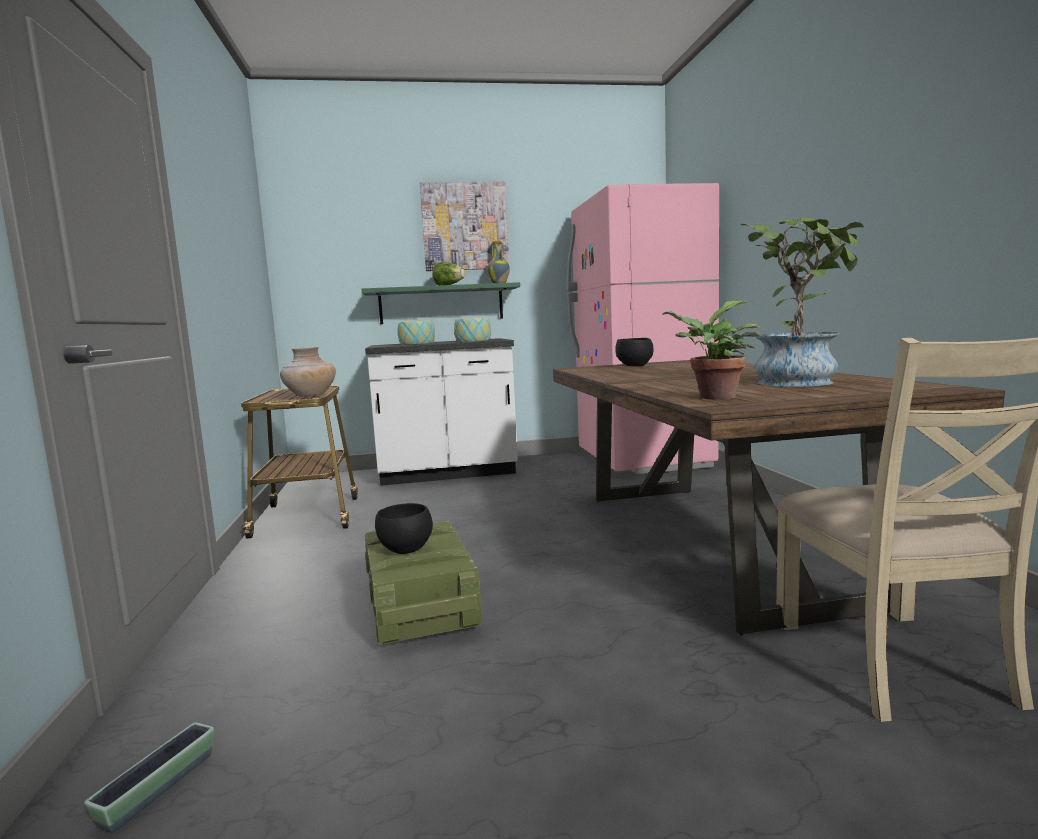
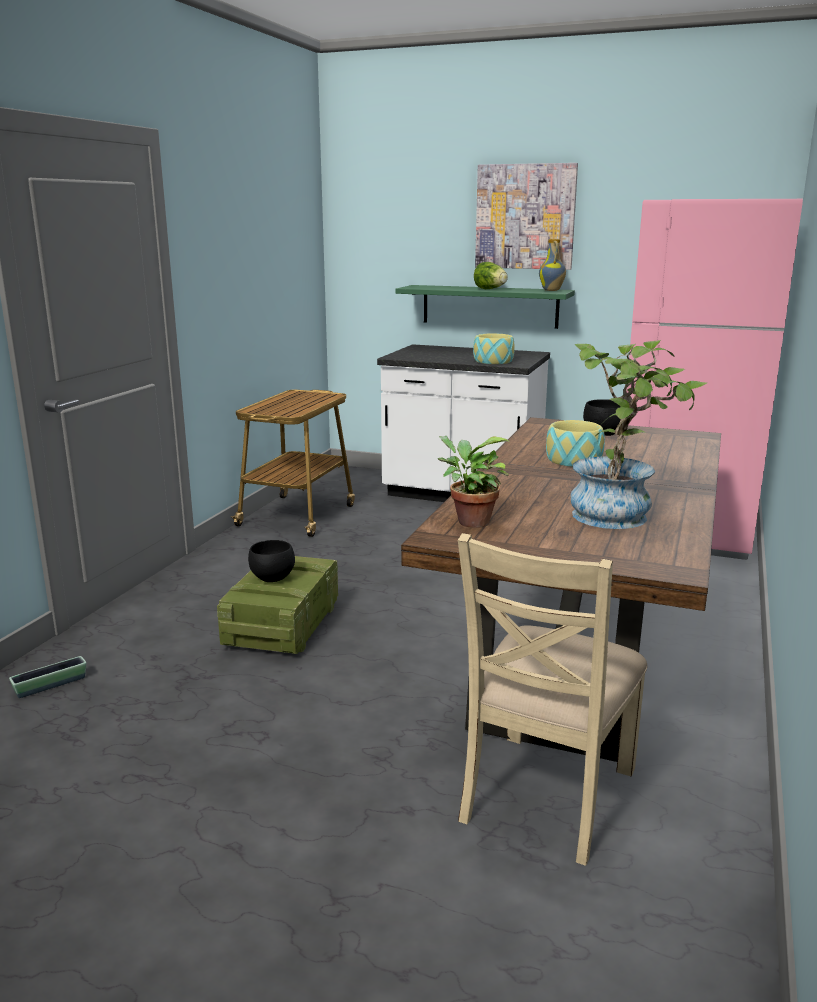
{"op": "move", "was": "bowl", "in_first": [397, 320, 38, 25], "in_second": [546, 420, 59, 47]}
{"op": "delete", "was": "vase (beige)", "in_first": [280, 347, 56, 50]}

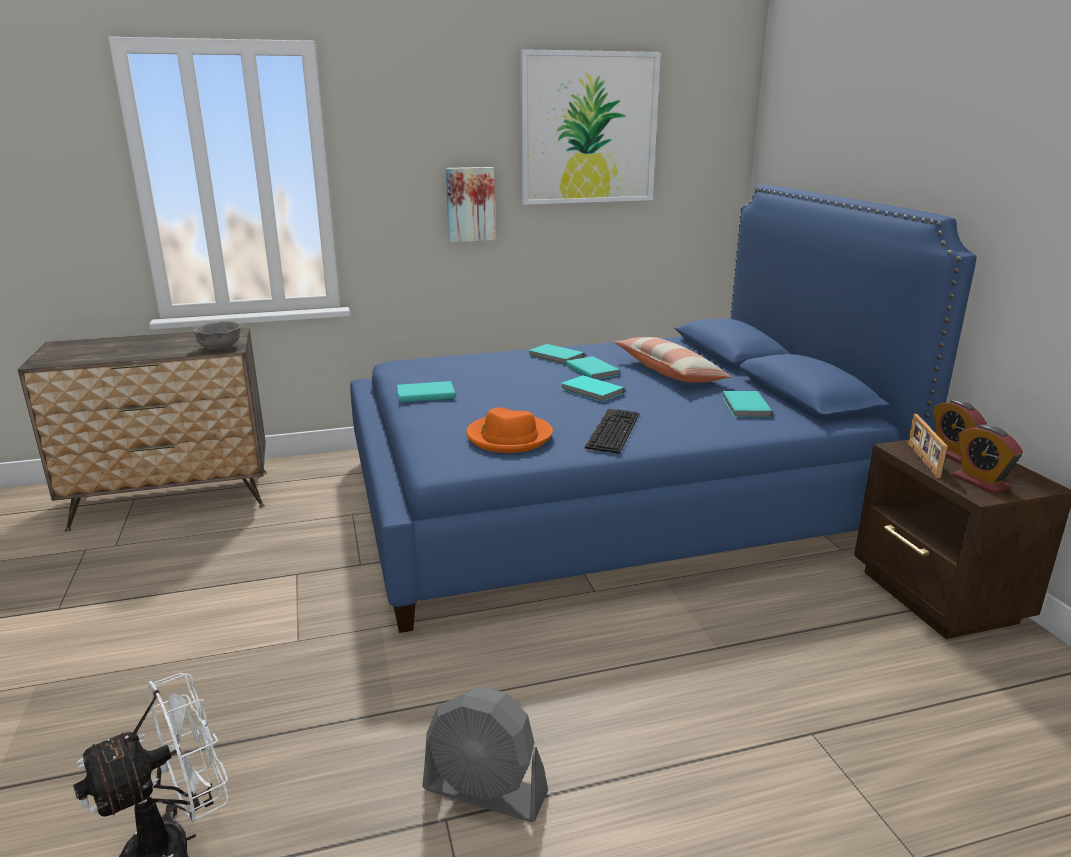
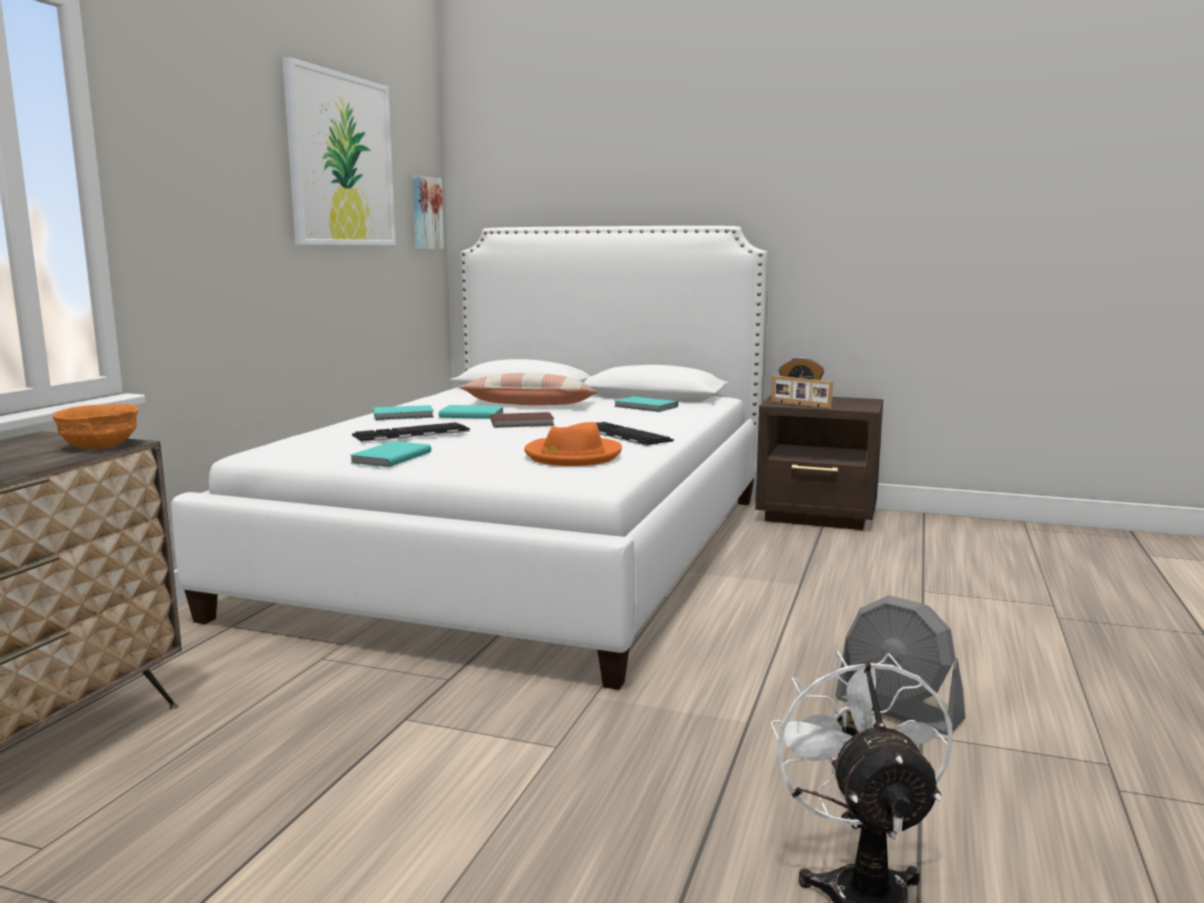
{"op": "recolor", "was": "bowl (grey)", "now": "bowl (orange)", "in_first": [193, 322, 48, 29], "in_second": [52, 404, 86, 45]}
{"op": "recolor", "was": "bed (blue)", "now": "bed (white)", "in_first": [350, 185, 627, 448], "in_second": [171, 226, 597, 464]}
{"op": "insert", "now": "keyboard", "in_second": [352, 422, 118, 20]}
{"op": "move", "was": "picture", "in_first": [446, 167, 49, 75], "in_second": [413, 176, 31, 73]}
{"op": "recolor", "was": "book (turquoise)", "now": "book (brown)", "in_first": [561, 375, 64, 27], "in_second": [491, 412, 64, 16]}
{"op": "rotate", "was": "fan (grey)", "in_first": [422, 686, 126, 136], "in_second": [835, 595, 130, 140], "clockwise": 75}
{"op": "delete", "was": "alarm clock", "in_first": [952, 424, 71, 69]}

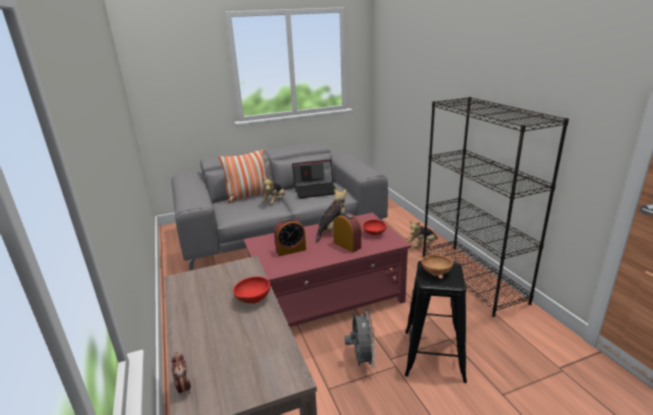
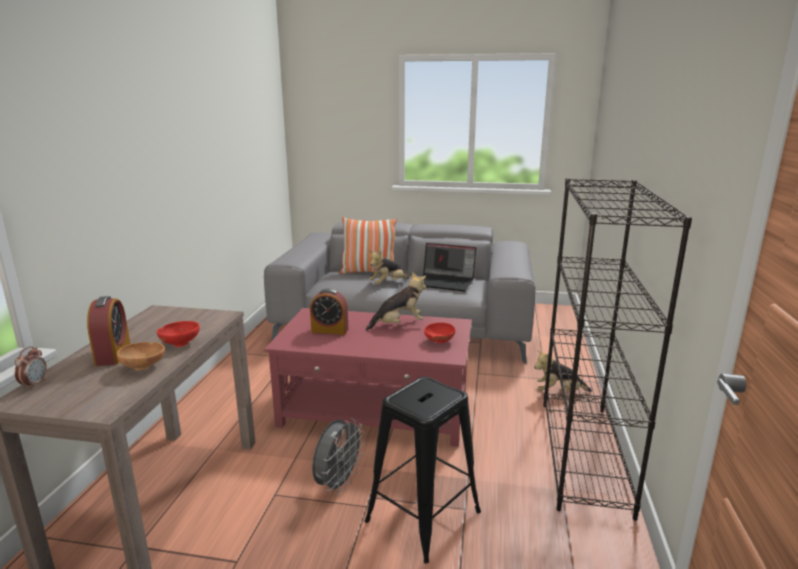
{"op": "move", "was": "alarm clock", "in_first": [333, 212, 28, 40], "in_second": [87, 296, 43, 70]}
{"op": "move", "was": "bowl (brown)", "in_first": [421, 255, 32, 21], "in_second": [117, 342, 48, 28]}

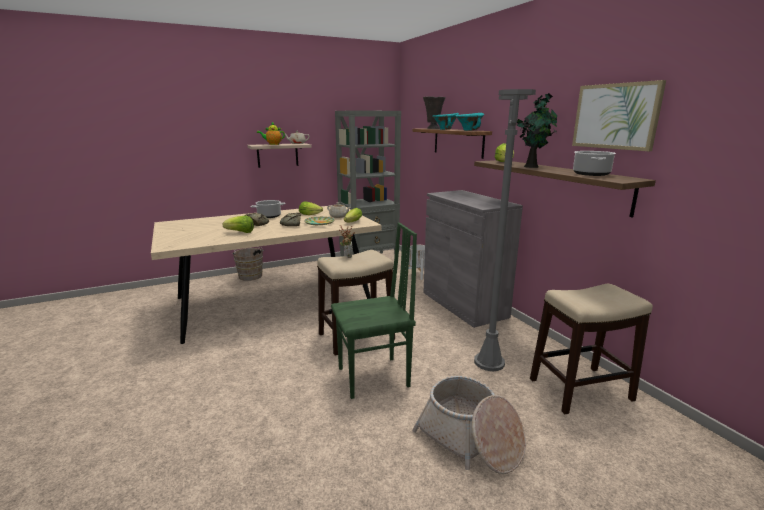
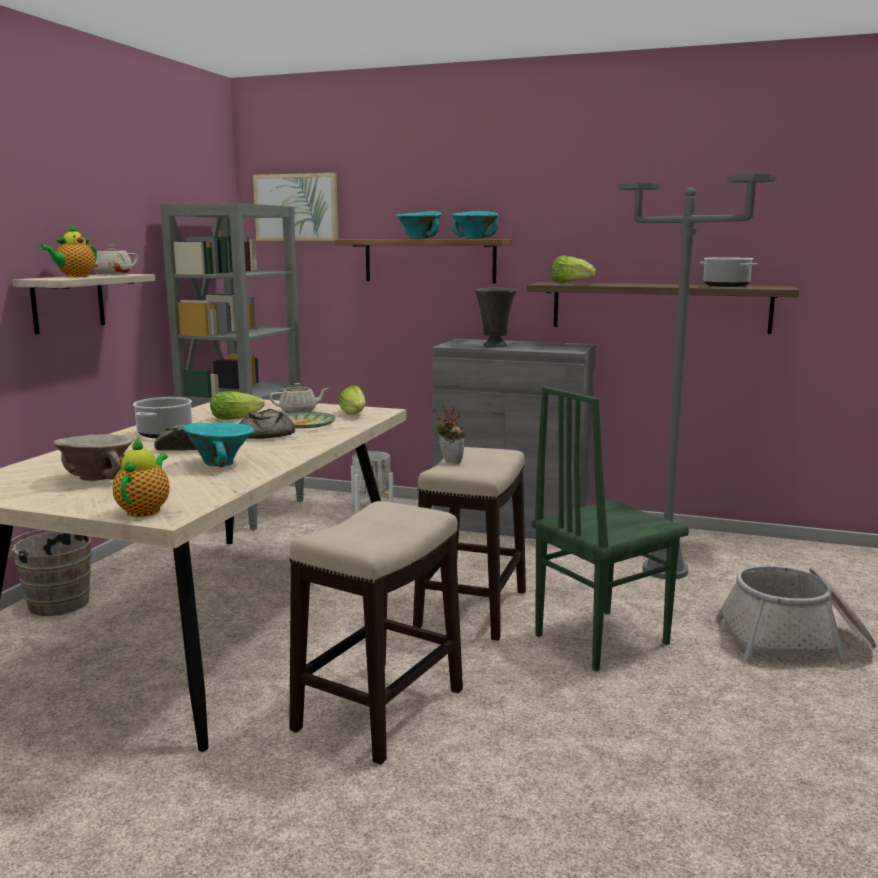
{"op": "insert", "now": "bowl (beige)", "in_second": [53, 434, 80, 47]}
{"op": "insert", "now": "teapot", "in_second": [113, 437, 57, 80]}
{"op": "replace", "was": "lettuce", "now": "bowl (turquoise)", "in_first": [222, 216, 32, 17], "in_second": [182, 422, 72, 45]}
{"op": "move", "was": "picture", "in_first": [572, 80, 94, 71], "in_second": [253, 173, 85, 68]}
{"op": "move", "was": "stool", "in_first": [530, 284, 123, 130], "in_second": [289, 501, 174, 264]}
{"op": "move", "was": "vase (grey)", "in_first": [423, 96, 22, 33], "in_second": [475, 288, 42, 60]}
{"op": "rotate", "was": "chair (green)", "in_first": [331, 223, 86, 176], "in_second": [532, 386, 157, 286], "clockwise": -150}
{"op": "delete", "was": "potted plant", "in_first": [517, 93, 40, 75]}

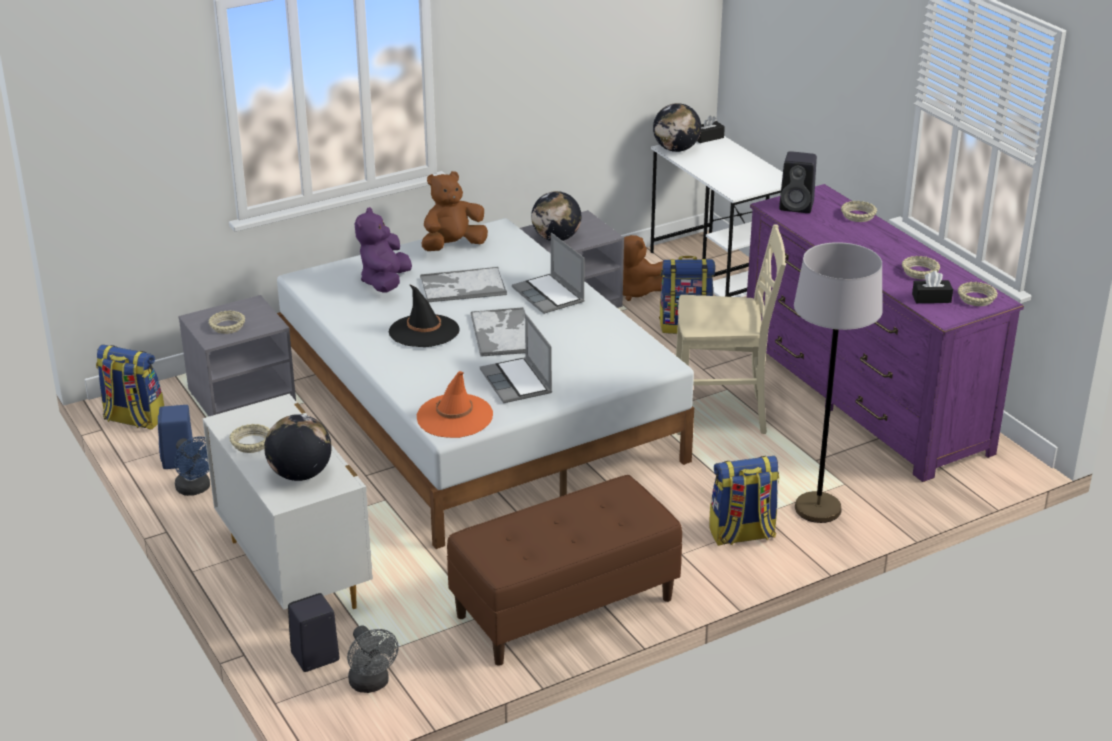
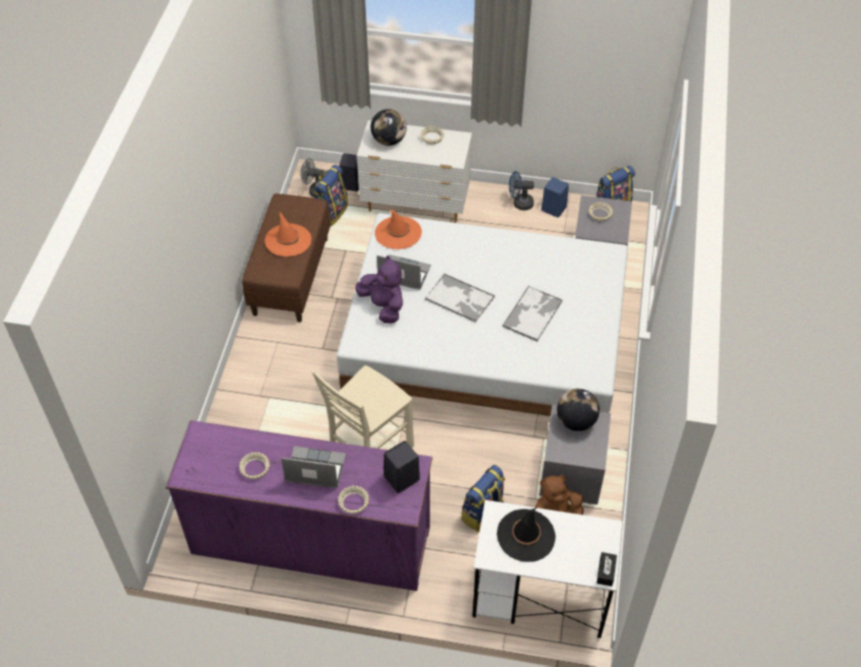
{"op": "insert", "now": "hat (orange)", "in_second": [265, 213, 46, 44]}
{"op": "move", "was": "laptop", "in_first": [512, 233, 73, 81], "in_second": [281, 446, 65, 43]}
{"op": "move", "was": "backpack", "in_first": [709, 456, 71, 90], "in_second": [314, 165, 34, 61]}
{"op": "move", "was": "plush toy (purple)", "in_first": [354, 207, 58, 86], "in_second": [355, 256, 48, 68]}
{"op": "move", "was": "hat (black)", "in_first": [389, 284, 71, 63], "in_second": [497, 507, 59, 55]}
{"op": "delete", "was": "plush toy (brown)", "in_first": [421, 171, 67, 80]}
{"op": "delete", "was": "globe", "in_first": [653, 103, 48, 49]}
{"op": "delete", "was": "floor lamp (grey)", "in_first": [794, 242, 89, 281]}
{"op": "delete", "was": "tissue box (black)", "in_first": [912, 271, 41, 32]}
{"op": "delete", "was": "bowl (beige)", "in_first": [958, 282, 40, 24]}

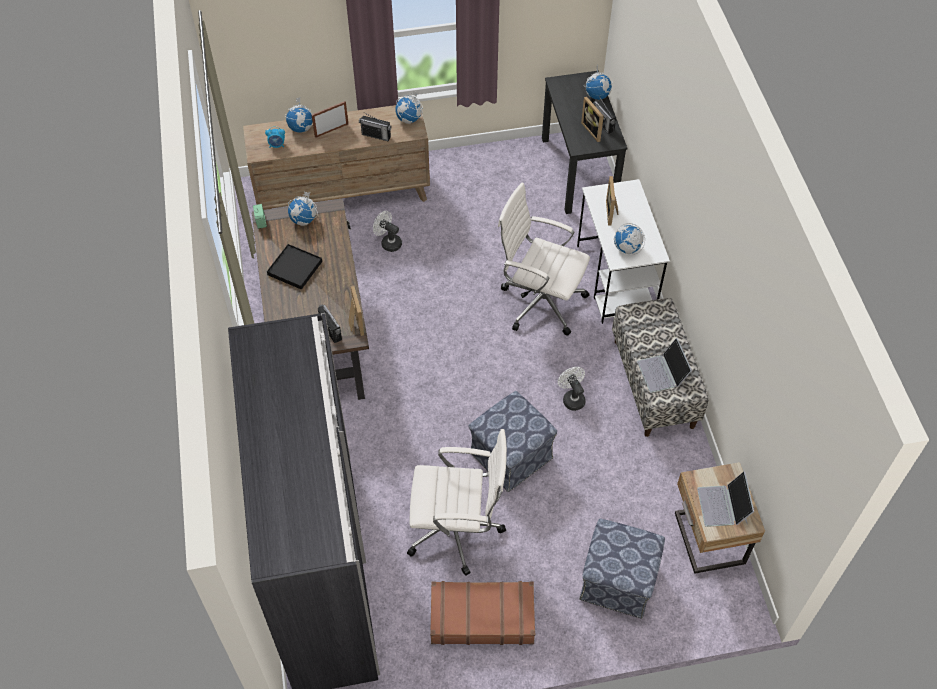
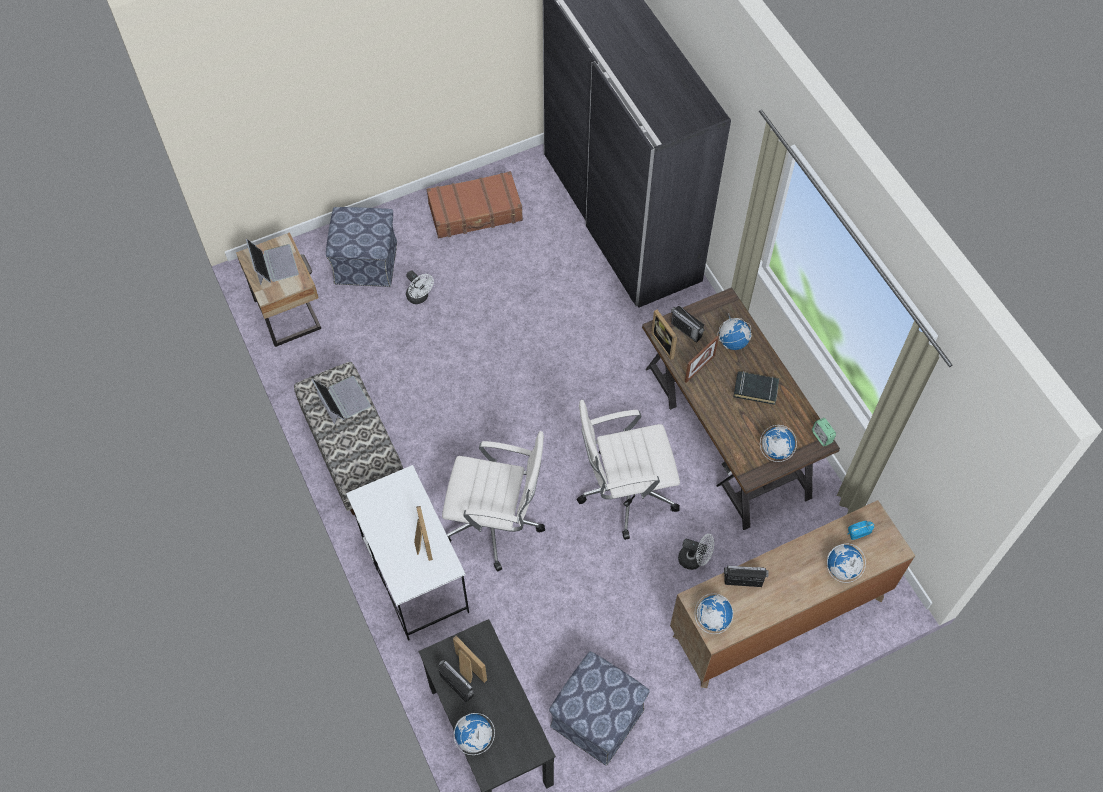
{"op": "move", "was": "fan (white)", "in_first": [558, 367, 28, 44], "in_second": [406, 271, 28, 33]}
{"op": "move", "was": "ottoman", "in_first": [468, 391, 89, 101], "in_second": [549, 651, 101, 115]}
{"op": "move", "was": "office chair (white)", "in_first": [407, 429, 100, 146], "in_second": [577, 400, 103, 140]}
{"op": "move", "was": "picture frame", "in_first": [312, 101, 36, 37], "in_second": [685, 336, 34, 47]}
{"op": "move", "was": "globe", "in_first": [614, 223, 31, 32], "in_second": [717, 313, 34, 37]}
{"op": "replace", "was": "tray (black)", "now": "book (black)", "in_first": [267, 244, 55, 46], "in_second": [733, 371, 46, 34]}

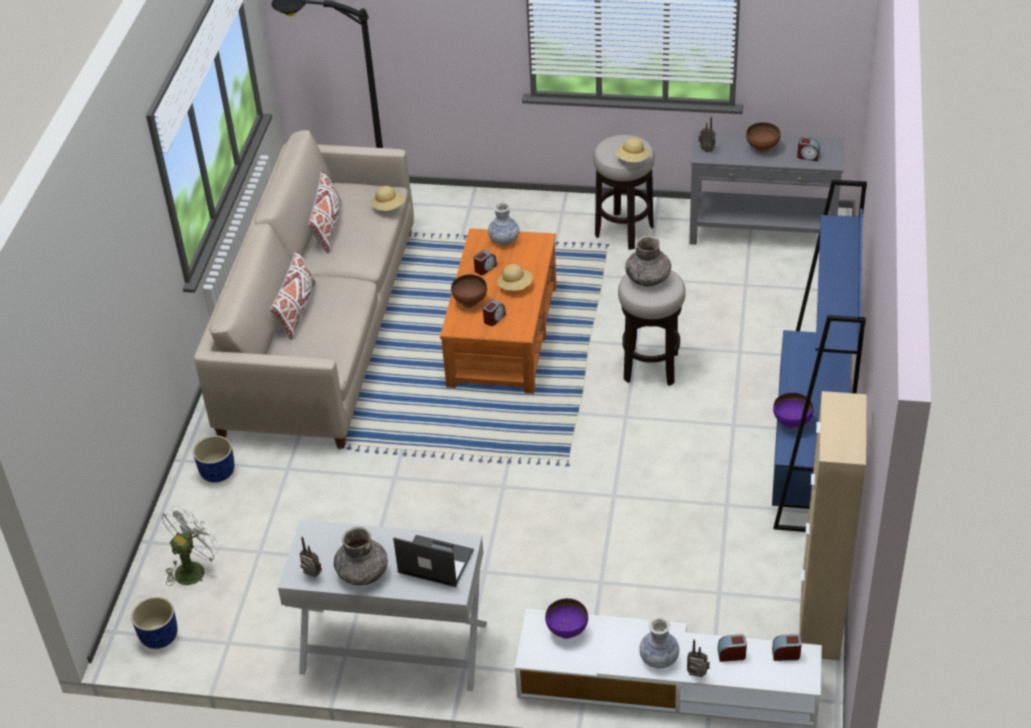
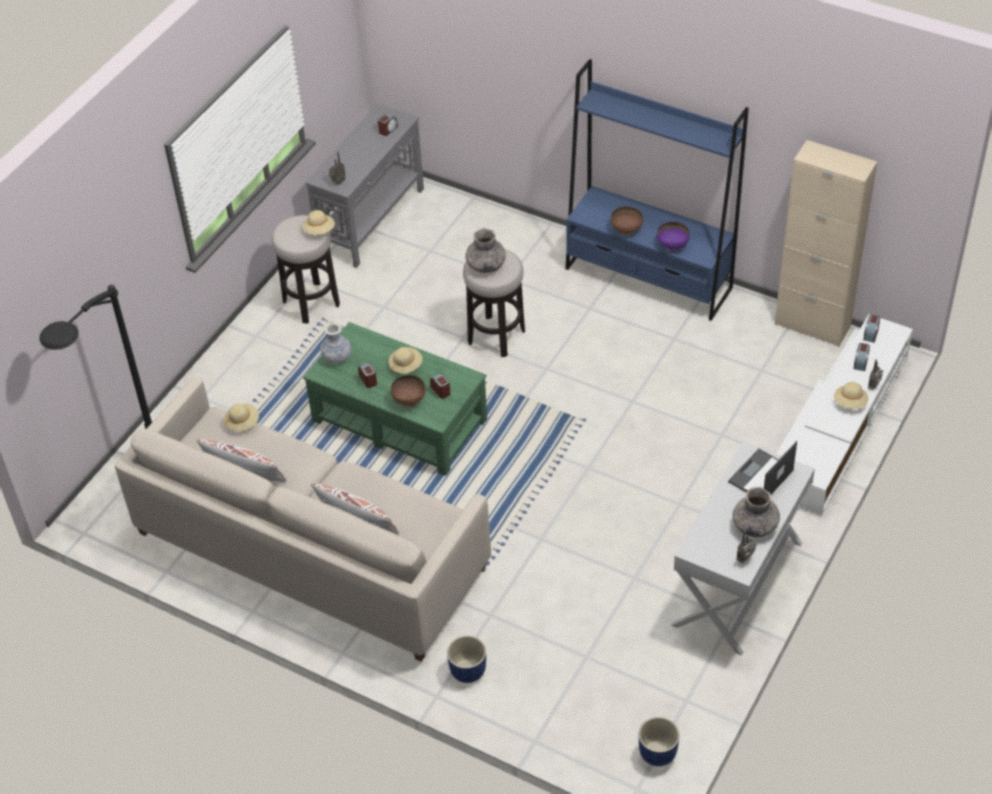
{"op": "recolor", "was": "coffee table (orange)", "now": "coffee table (green)", "in_first": [440, 228, 116, 166], "in_second": [303, 322, 184, 154]}
{"op": "move", "was": "bowl (brown)", "in_first": [746, 122, 35, 32], "in_second": [611, 206, 32, 30]}
{"op": "replace", "was": "vase", "now": "hat (beige)", "in_first": [639, 617, 40, 52], "in_second": [834, 382, 34, 27]}
{"op": "delete", "was": "fan (white)", "in_first": [162, 505, 60, 81]}
{"op": "delete", "was": "bowl (purple)", "in_first": [545, 598, 43, 41]}

